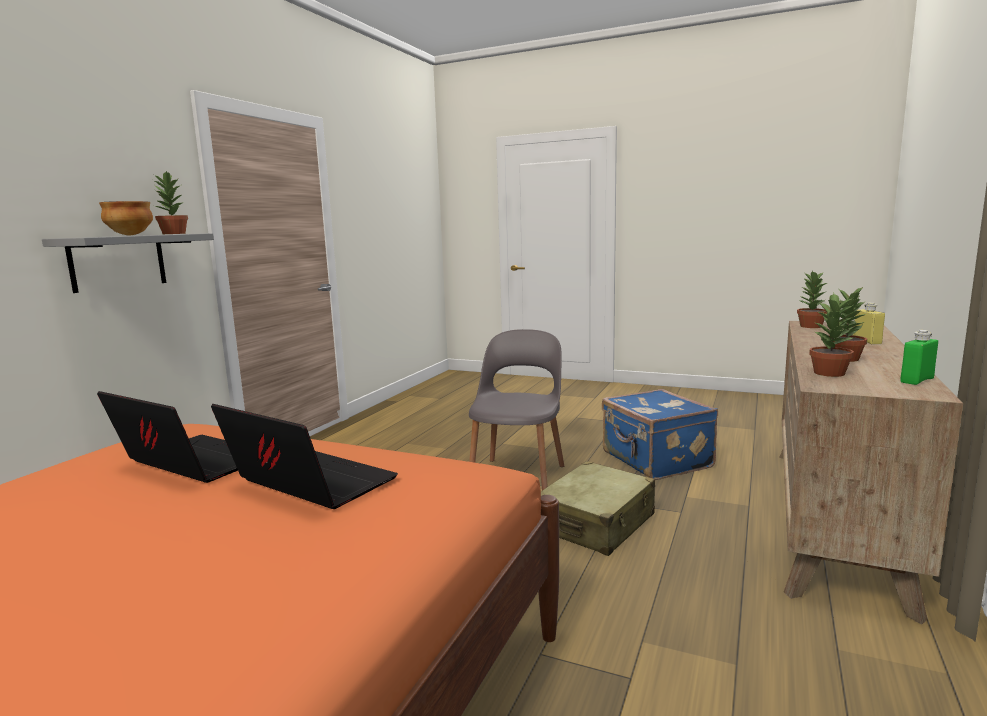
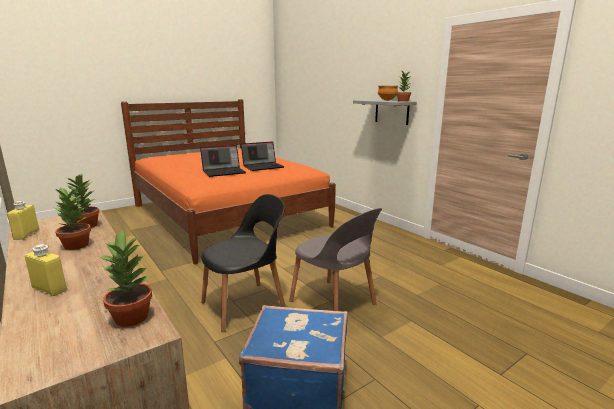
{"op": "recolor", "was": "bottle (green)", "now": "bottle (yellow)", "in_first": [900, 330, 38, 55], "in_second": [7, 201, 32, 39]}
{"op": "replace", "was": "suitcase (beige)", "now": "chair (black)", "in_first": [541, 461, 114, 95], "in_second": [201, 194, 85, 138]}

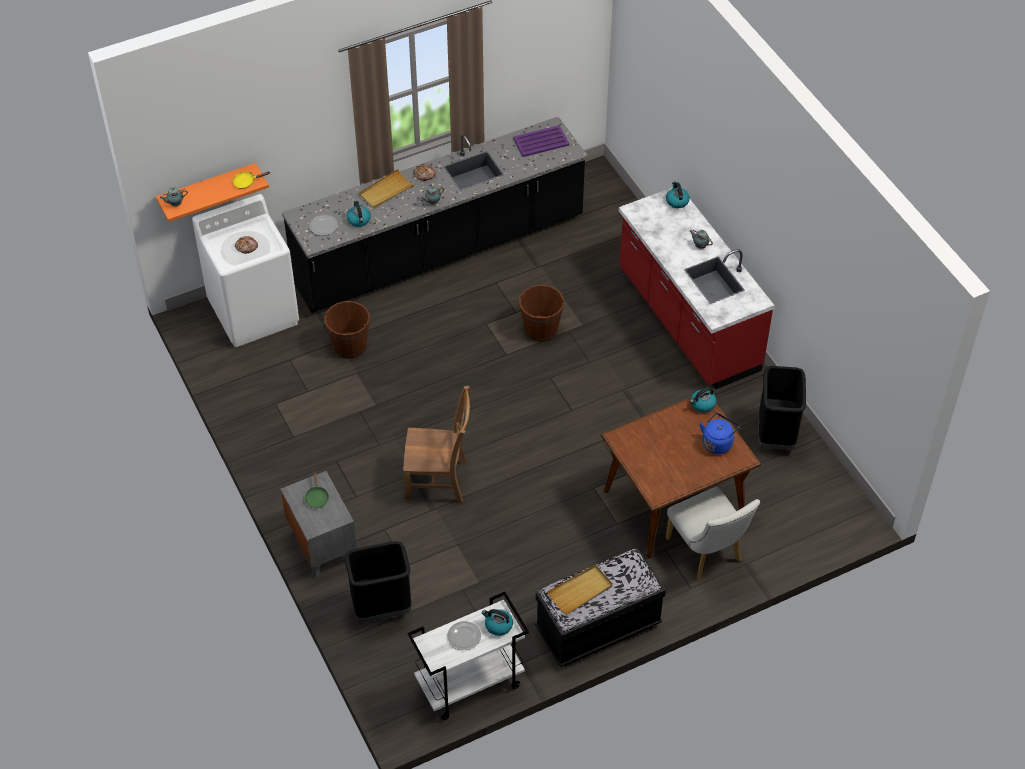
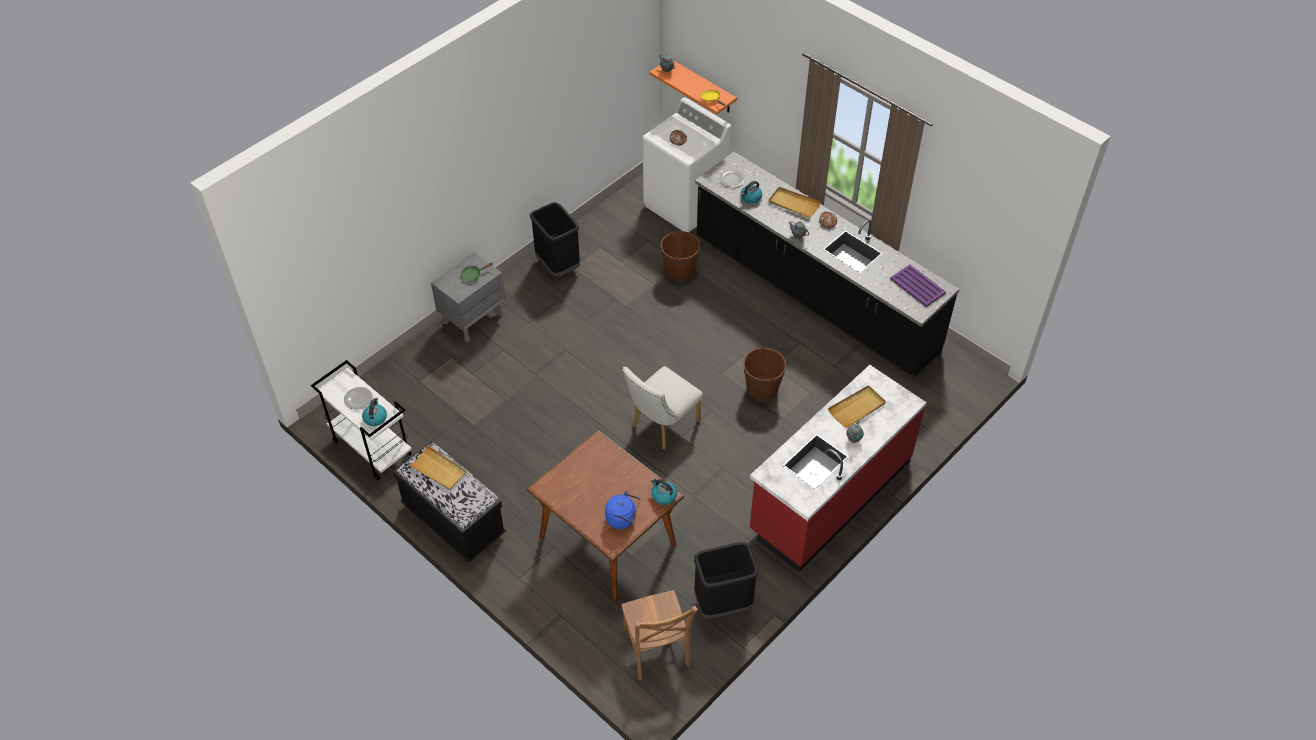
{"op": "move", "was": "trash can (black)", "in_first": [345, 541, 67, 81], "in_second": [530, 202, 50, 75]}
{"op": "move", "was": "chair (brown)", "in_first": [403, 386, 67, 117], "in_second": [621, 590, 77, 90]}
{"op": "move", "was": "chair (white)", "in_first": [666, 487, 94, 93], "in_second": [623, 366, 80, 83]}
{"op": "insert", "now": "tray (beige)", "in_second": [828, 385, 58, 43]}
{"op": "delete", "was": "kettle", "in_first": [666, 182, 24, 26]}

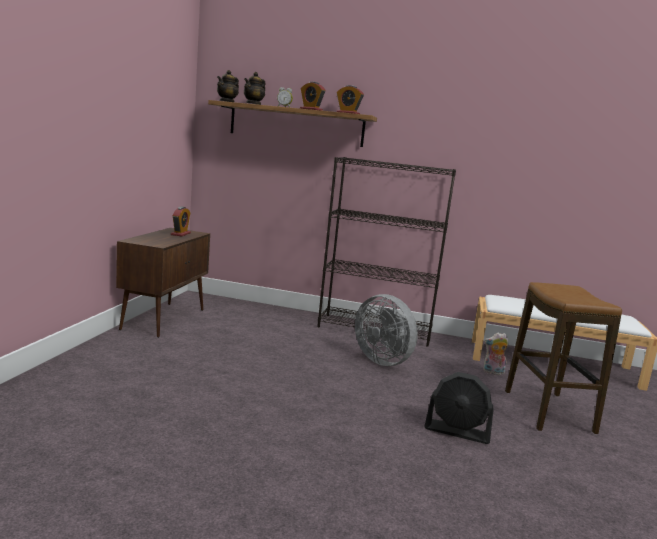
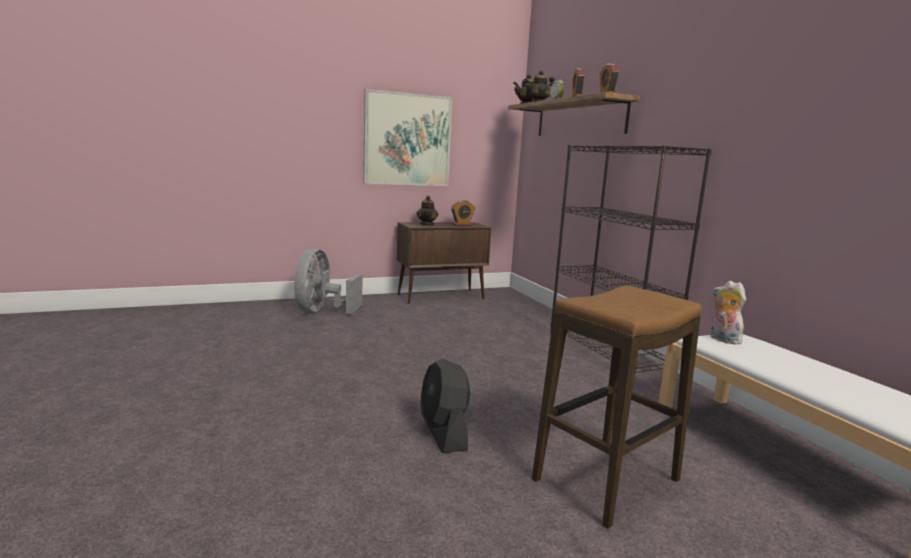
{"op": "move", "was": "fan (grey)", "in_first": [355, 294, 63, 72], "in_second": [294, 248, 69, 66]}
{"op": "insert", "now": "picture", "in_second": [363, 89, 89, 97]}
{"op": "insert", "now": "teapot", "in_second": [417, 196, 21, 30]}
{"op": "move", "was": "plush toy", "in_first": [483, 333, 26, 42], "in_second": [710, 281, 36, 64]}

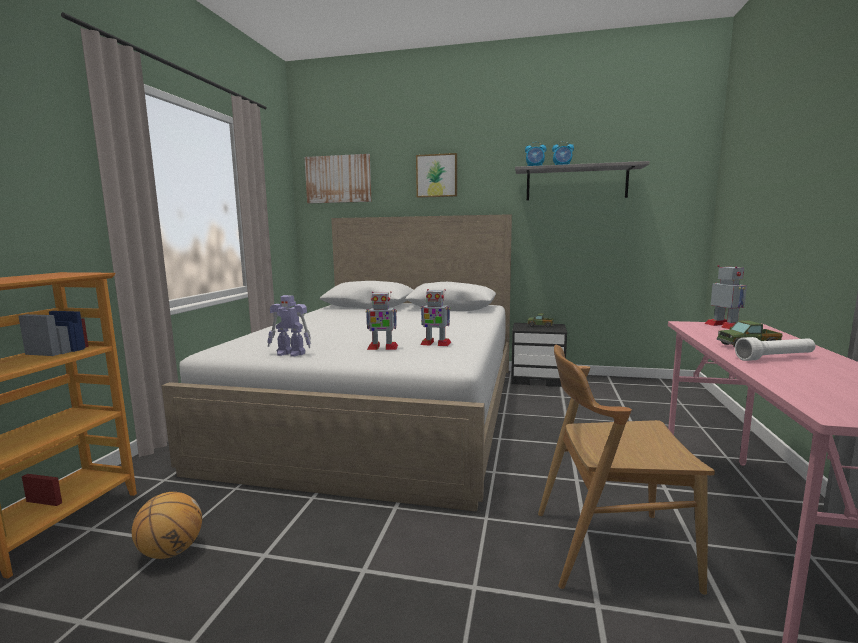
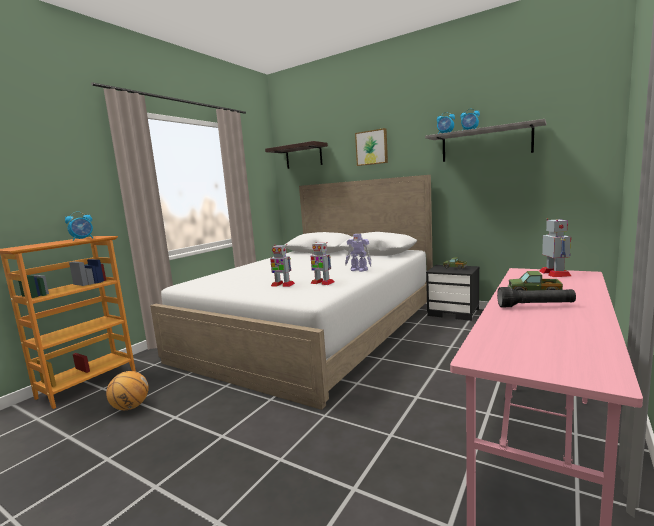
{"op": "insert", "now": "alarm clock", "in_second": [65, 212, 28, 29]}
{"op": "replace", "was": "picture", "now": "shelf", "in_first": [304, 154, 67, 49], "in_second": [265, 141, 63, 28]}
{"op": "move", "was": "toy robot", "in_first": [267, 295, 44, 62], "in_second": [345, 234, 27, 38]}
{"op": "recolor", "was": "flashlight (white)", "now": "flashlight (black)", "in_first": [735, 337, 80, 24], "in_second": [497, 287, 79, 20]}
{"op": "delete", "was": "chair (brown)", "in_first": [538, 344, 177, 251]}

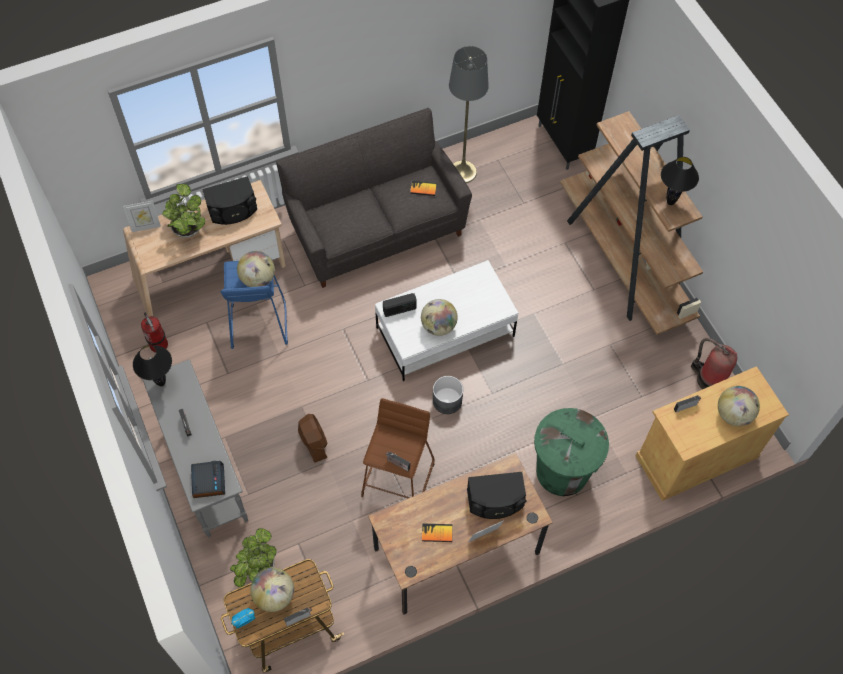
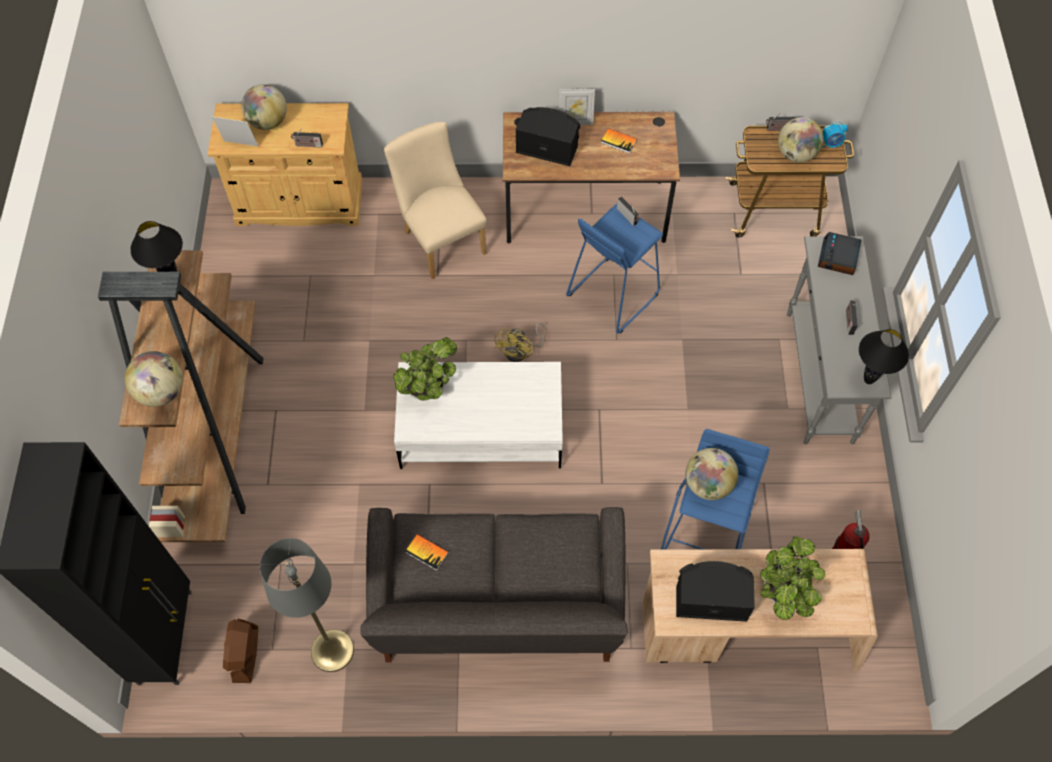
{"op": "move", "was": "globe", "in_first": [421, 299, 37, 37], "in_second": [125, 351, 58, 56]}
{"op": "move", "was": "picture frame", "in_first": [123, 201, 38, 31], "in_second": [212, 117, 46, 29]}
{"op": "move", "was": "fan (brown)", "in_first": [298, 414, 30, 49], "in_second": [223, 619, 35, 64]}
{"op": "replace", "was": "trash can (green)", "now": "chair (beige)", "in_first": [534, 408, 75, 88], "in_second": [384, 122, 103, 157]}
{"op": "move", "was": "potted plant", "in_first": [230, 528, 47, 60], "in_second": [393, 337, 64, 64]}
{"op": "replace", "was": "planter (grey)", "now": "fan (yellow)", "in_first": [433, 376, 30, 38], "in_second": [494, 323, 53, 39]}
{"op": "recolor", "was": "stool (brown)", "now": "stool (blue)", "in_first": [361, 398, 74, 100], "in_second": [566, 204, 97, 130]}
{"op": "delete", "was": "radio", "in_first": [383, 293, 34, 24]}
{"op": "delete", "was": "fire extinguisher", "in_first": [691, 338, 47, 51]}

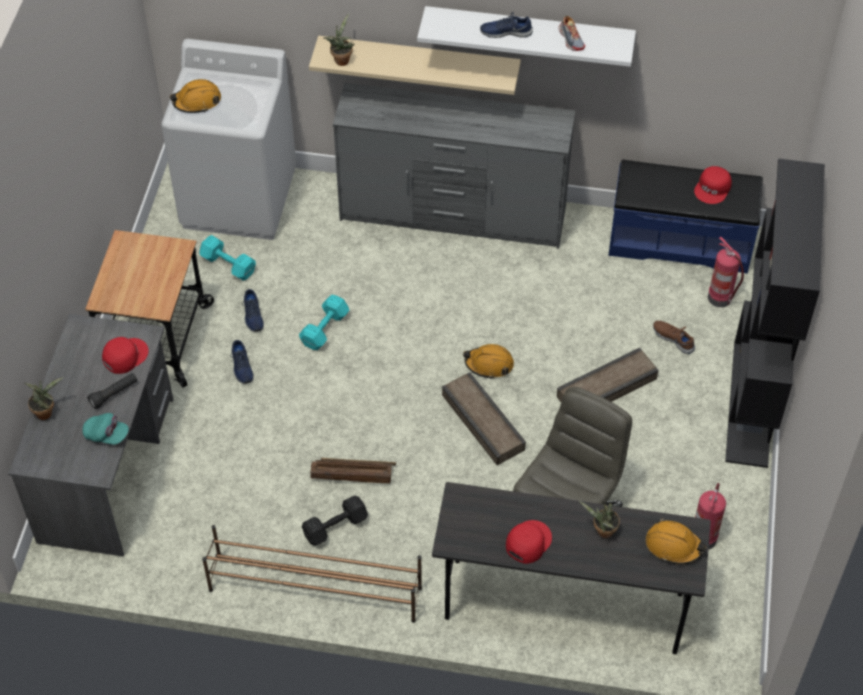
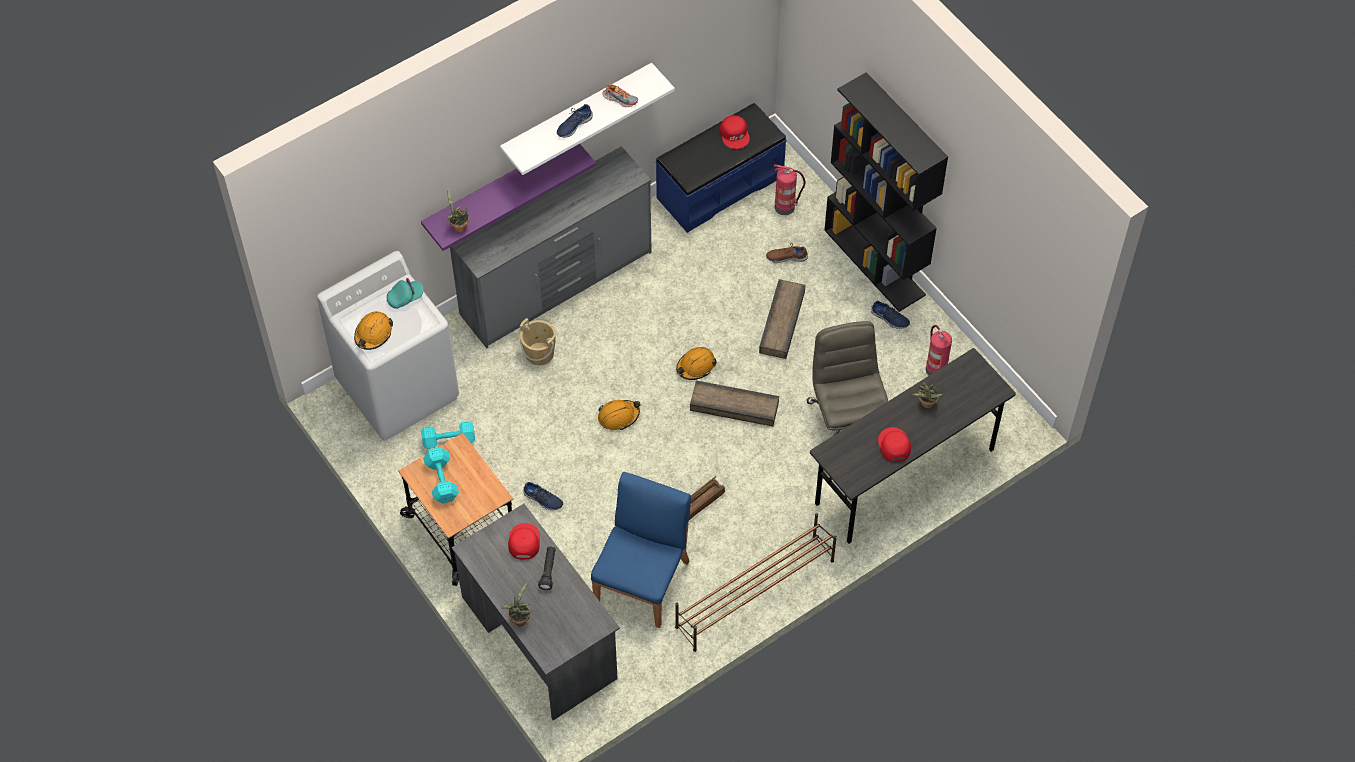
{"op": "move", "was": "cap (turquoise)", "in_first": [82, 413, 47, 32], "in_second": [387, 278, 37, 31]}
{"op": "recolor", "was": "shelf (beige)", "now": "shelf (purple)", "in_first": [309, 36, 212, 59], "in_second": [421, 144, 175, 107]}
{"op": "move", "was": "dumbbell (turquoise)", "in_first": [299, 295, 50, 55], "in_second": [423, 447, 36, 57]}
{"op": "insert", "now": "bucket (beige)", "in_second": [520, 318, 36, 47]}
{"op": "insert", "now": "chair (blue)", "in_second": [591, 472, 100, 156]}
{"op": "move", "was": "hard hat (orange)", "in_first": [646, 518, 61, 47], "in_second": [598, 400, 42, 30]}
{"op": "move", "was": "shoe (blue)", "in_first": [242, 289, 22, 43], "in_second": [871, 301, 39, 28]}
{"op": "delete", "was": "dumbbell (black)", "in_first": [302, 495, 66, 51]}

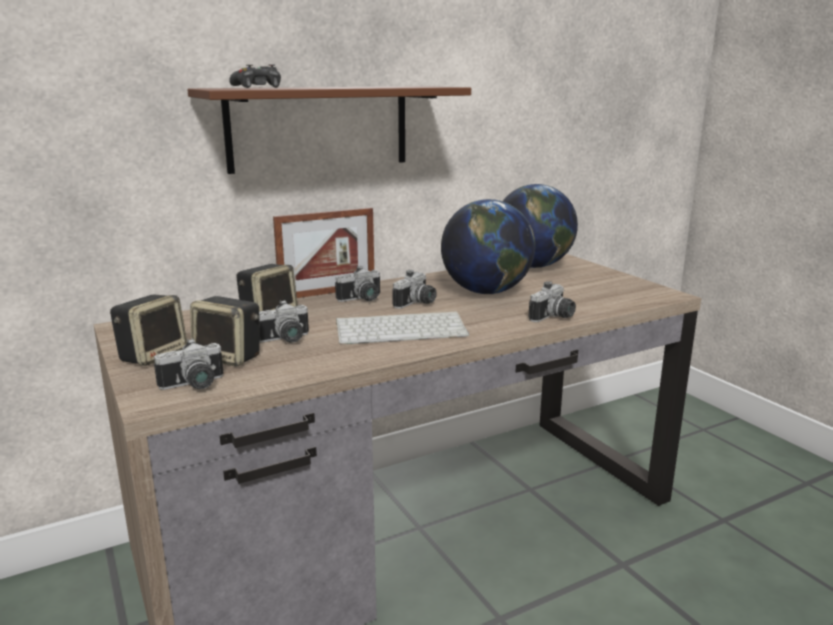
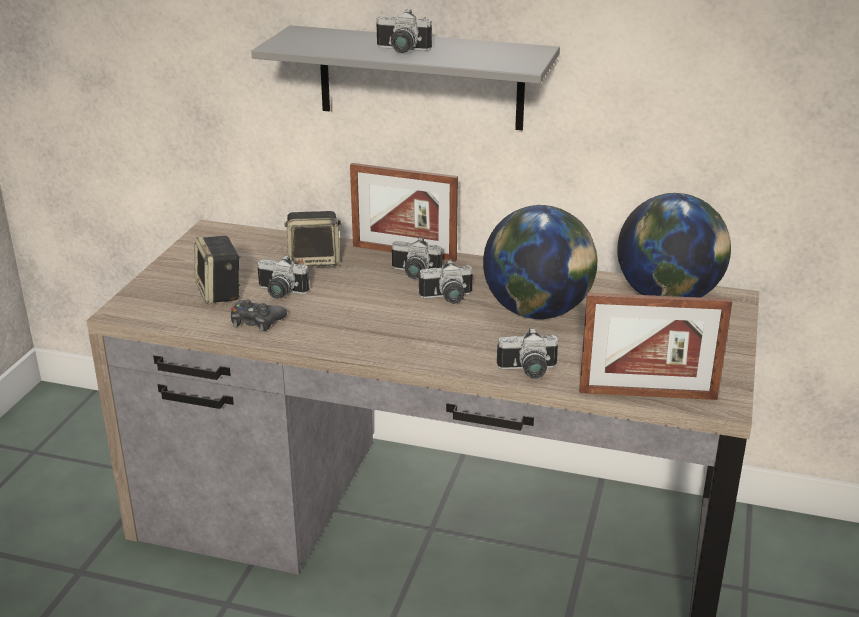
{"op": "move", "was": "game controller (black)", "in_first": [229, 65, 52, 23], "in_second": [231, 300, 56, 32]}
{"op": "recolor", "was": "shelf (brown)", "now": "shelf (grey)", "in_first": [187, 86, 284, 88], "in_second": [251, 25, 309, 105]}
{"op": "move", "was": "photo camera", "in_first": [154, 338, 69, 52], "in_second": [377, 9, 55, 44]}
{"op": "insert", "now": "picture frame", "in_second": [579, 293, 153, 107]}
{"op": "delete", "was": "speaker", "in_first": [110, 294, 77, 72]}
{"op": "delete", "was": "keyboard", "in_first": [336, 311, 133, 34]}

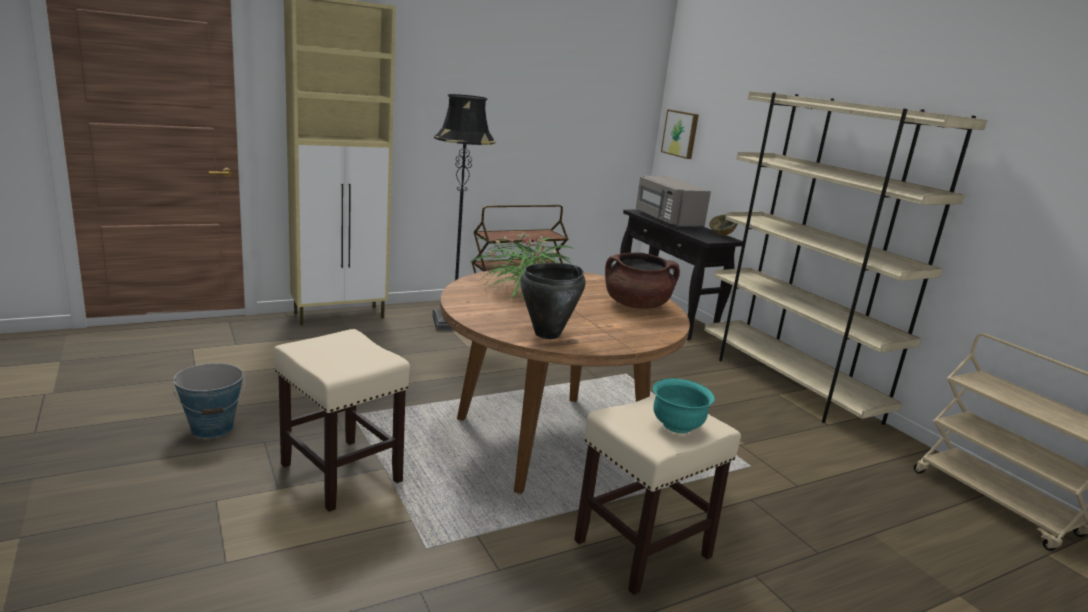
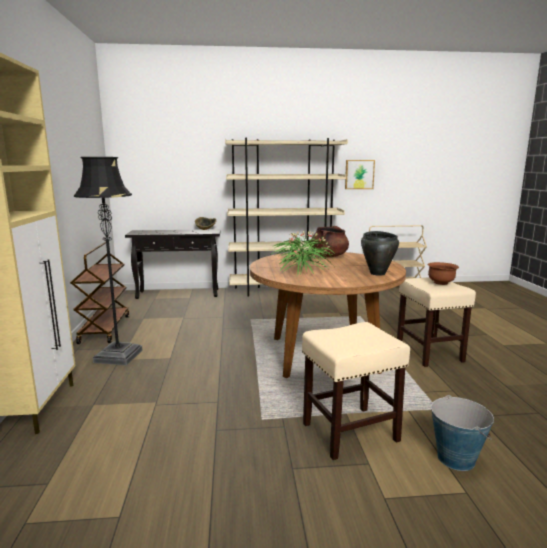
{"op": "move", "was": "picture", "in_first": [661, 109, 38, 50], "in_second": [345, 160, 30, 29]}
{"op": "recolor", "was": "bowl (turquoise)", "now": "bowl (brown)", "in_first": [653, 378, 62, 55], "in_second": [427, 262, 32, 23]}
{"op": "move", "was": "bucket", "in_first": [173, 363, 72, 75], "in_second": [431, 395, 63, 76]}
{"op": "delete", "was": "microwave (grey)", "in_first": [636, 176, 75, 52]}

